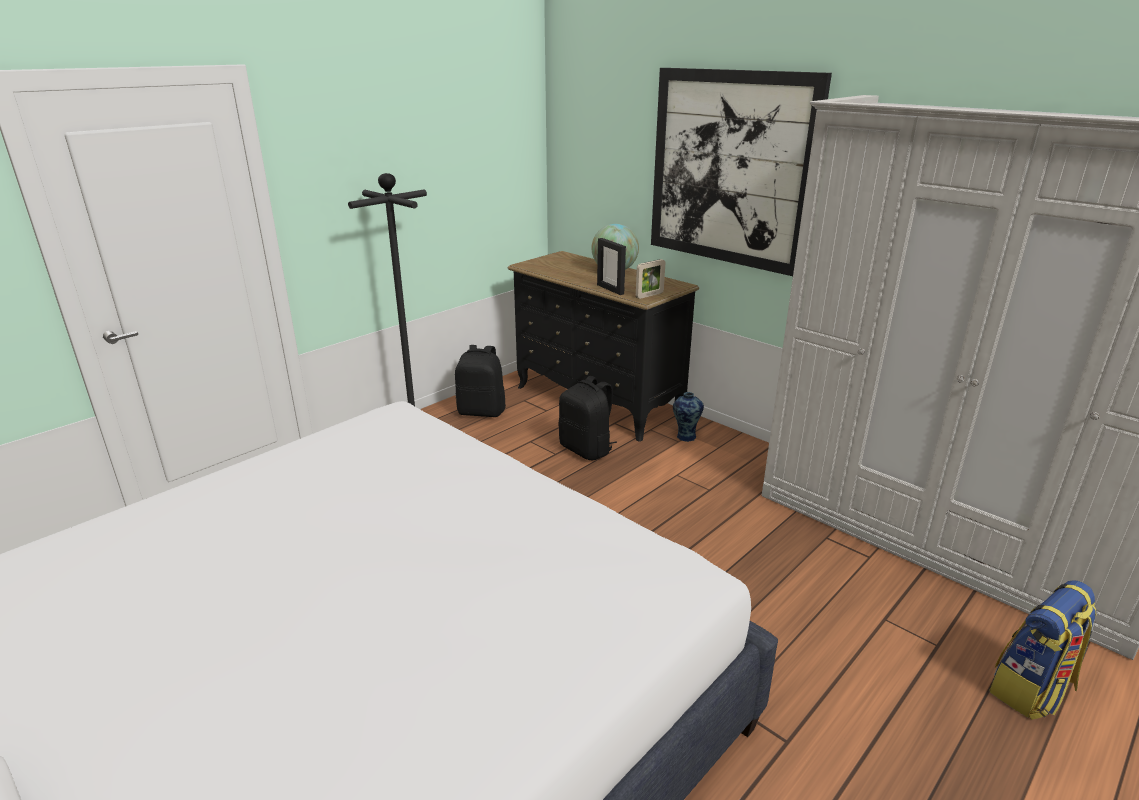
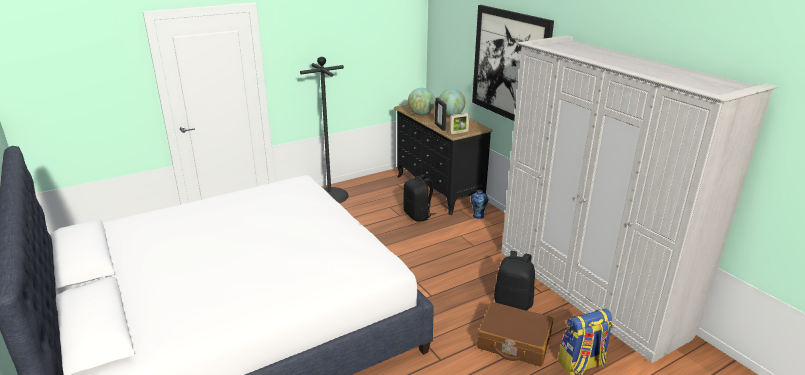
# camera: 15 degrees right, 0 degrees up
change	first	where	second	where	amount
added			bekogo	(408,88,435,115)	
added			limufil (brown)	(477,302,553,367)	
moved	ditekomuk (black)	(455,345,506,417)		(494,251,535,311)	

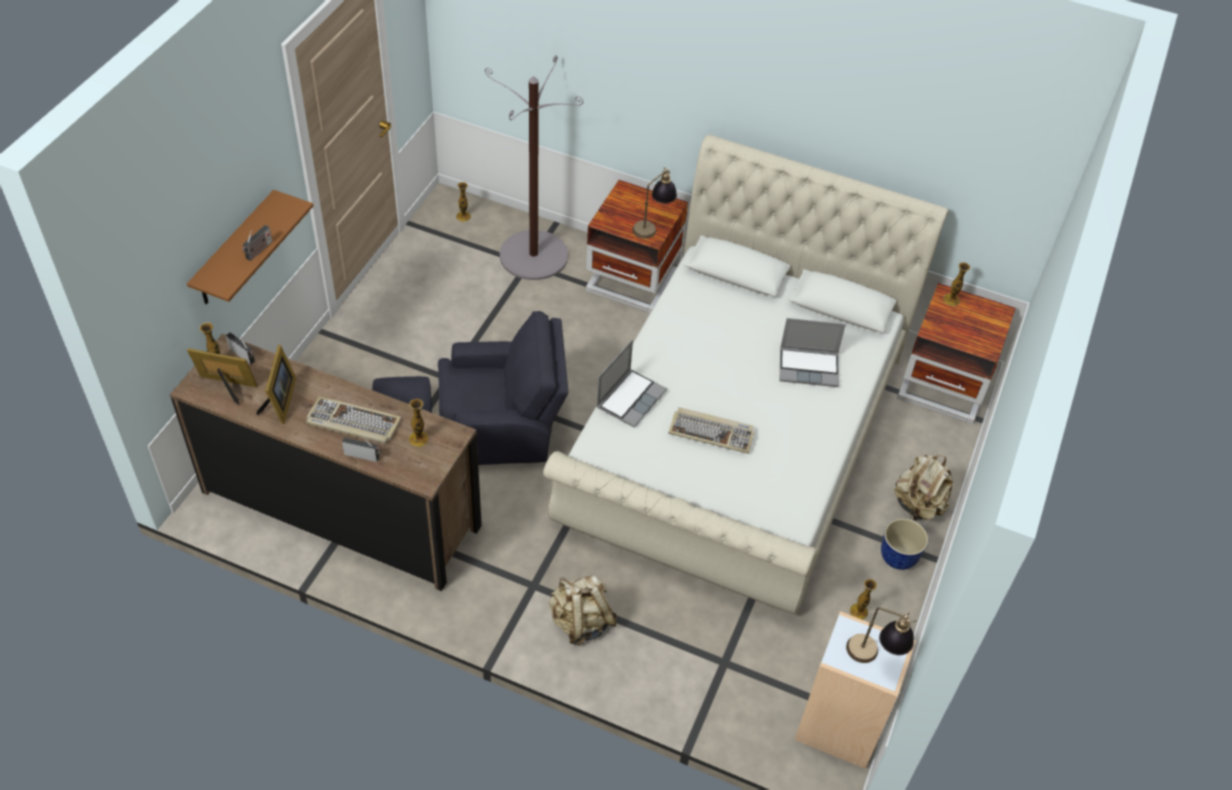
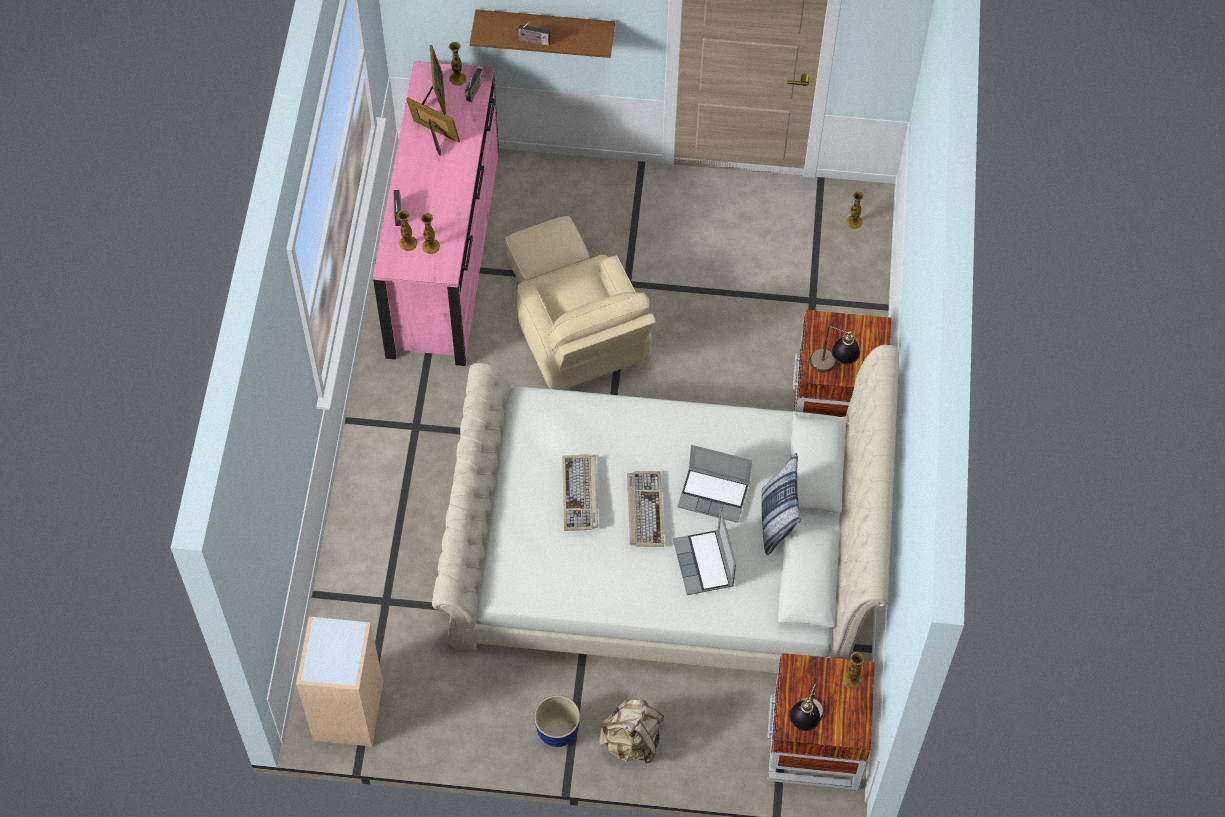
# camera: 75 degrees right, 10 degrees up
change	first	where	second	where	amount
recoloured	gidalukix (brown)	(170,334,482,591)	gidalukix (pink)	(373,61,499,366)	
moved	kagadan	(850,579,877,619)		(397,210,417,251)	
turned	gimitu	(257,345,296,424)		(406,97,460,155)	135 degrees counterclockwise
recoloured	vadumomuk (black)	(372,311,569,465)	vadumomuk (beige)	(505,216,656,390)	
moved	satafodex	(306,396,401,444)		(627,471,664,547)	
moved	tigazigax	(596,339,667,428)		(677,445,752,523)	
added			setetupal	(761,453,801,555)	
moved	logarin	(846,607,917,663)		(789,683,824,731)	
removed	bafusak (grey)	(485,55,583,280)			
removed	ditekomuk (beige)	(549,575,617,645)			

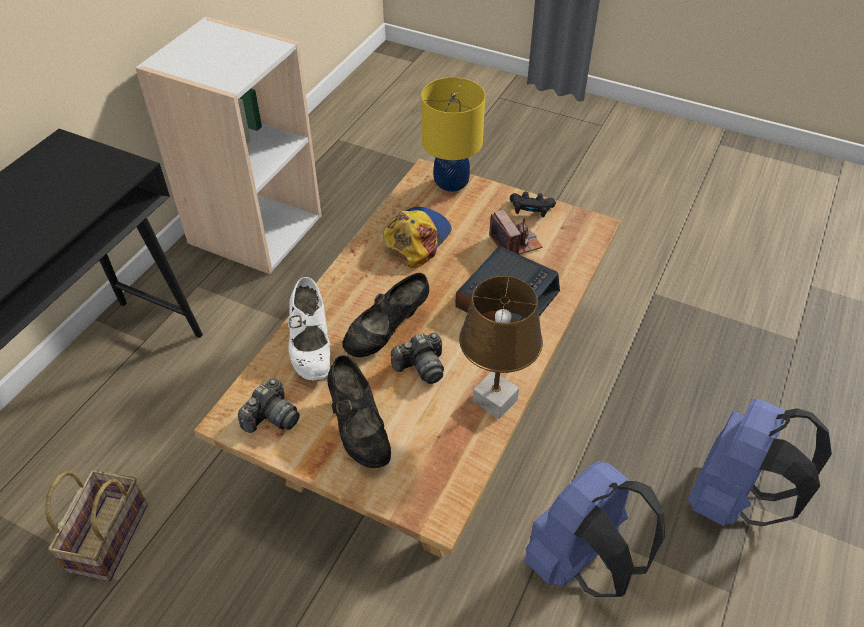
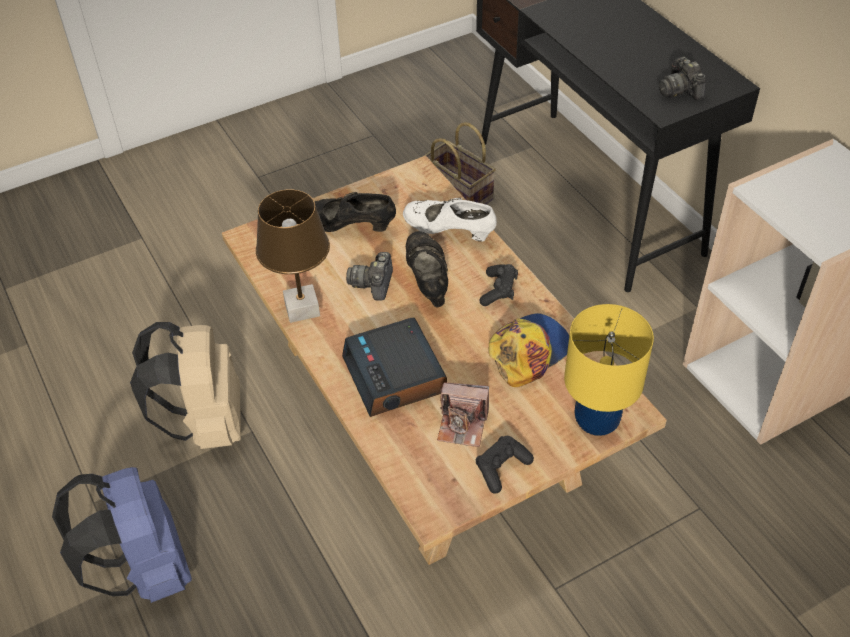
# camera: 125 degrees right, 0 degrees up
change	first	where	second	where	amount
recoloured	ditekomuk (blue)	(524,461,665,597)	ditekomuk (beige)	(130,322,241,449)	
added			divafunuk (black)	(480,264,518,306)	
turned	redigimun	(383,207,452,268)		(489,313,569,387)	105 degrees counterclockwise
moved	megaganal	(238,378,300,433)		(659,57,706,100)	

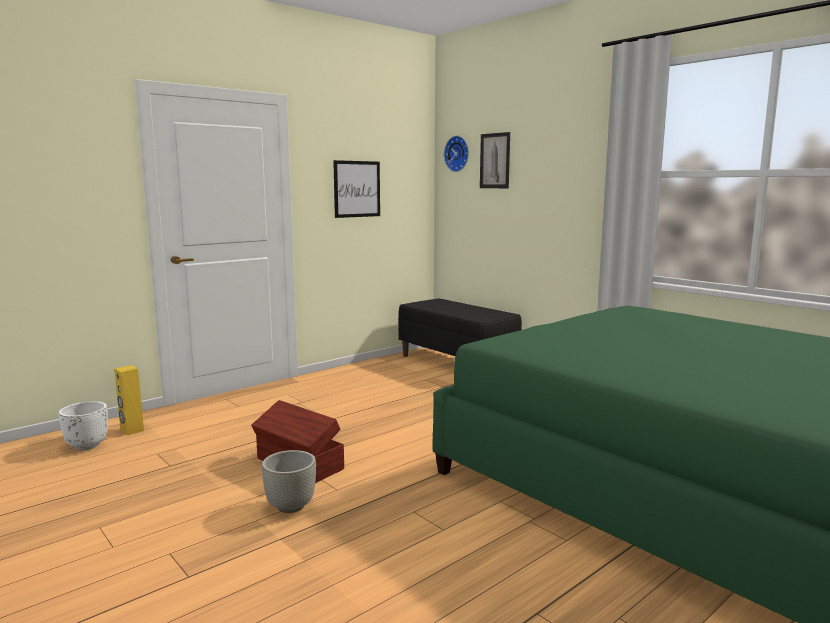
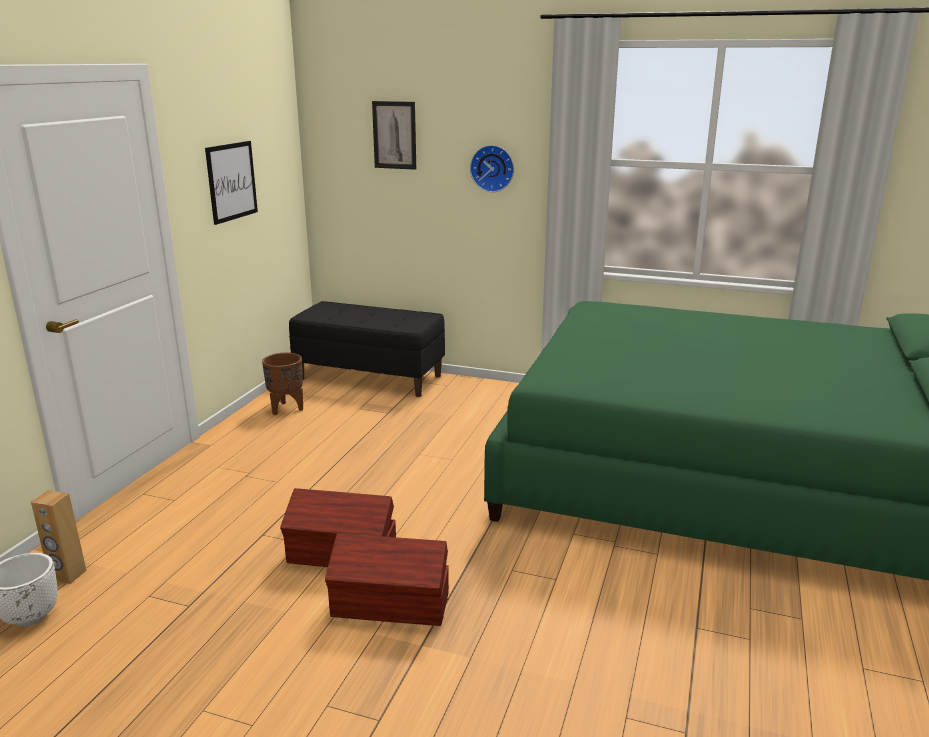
# camera: 30 degrees left, 10 degrees up
change	first	where	second	where	amount
recoloured	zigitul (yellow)	(114,365,144,435)	zigitul (brown)	(31,490,87,584)	
added			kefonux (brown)	(262,353,303,415)	
replaced	kefonux (grey)	(262,450,316,513)	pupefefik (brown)	(325,533,449,626)	
moved	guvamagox	(444,136,469,172)		(470,145,514,192)	

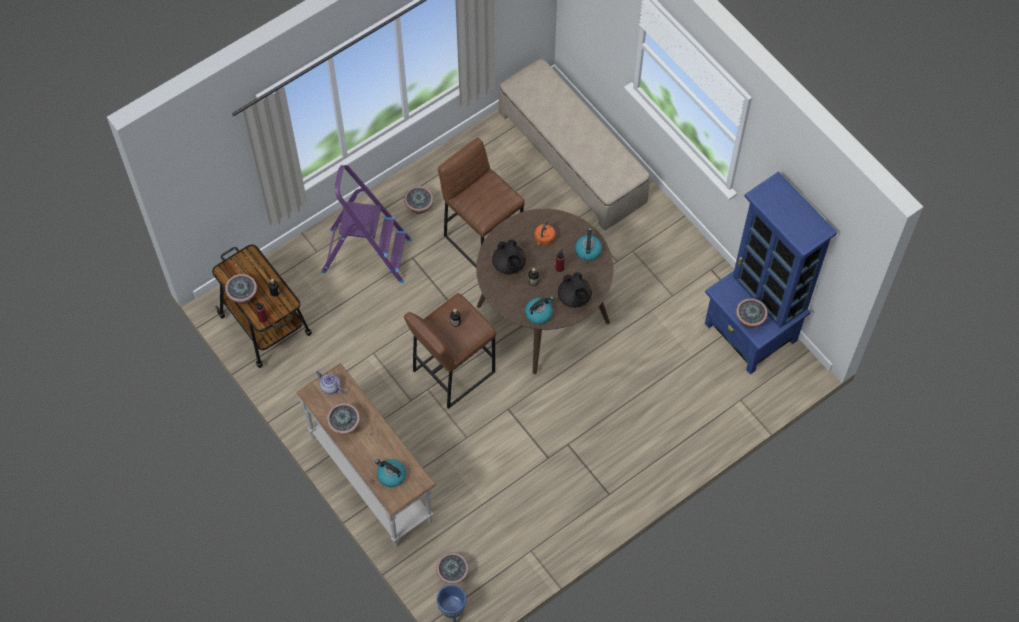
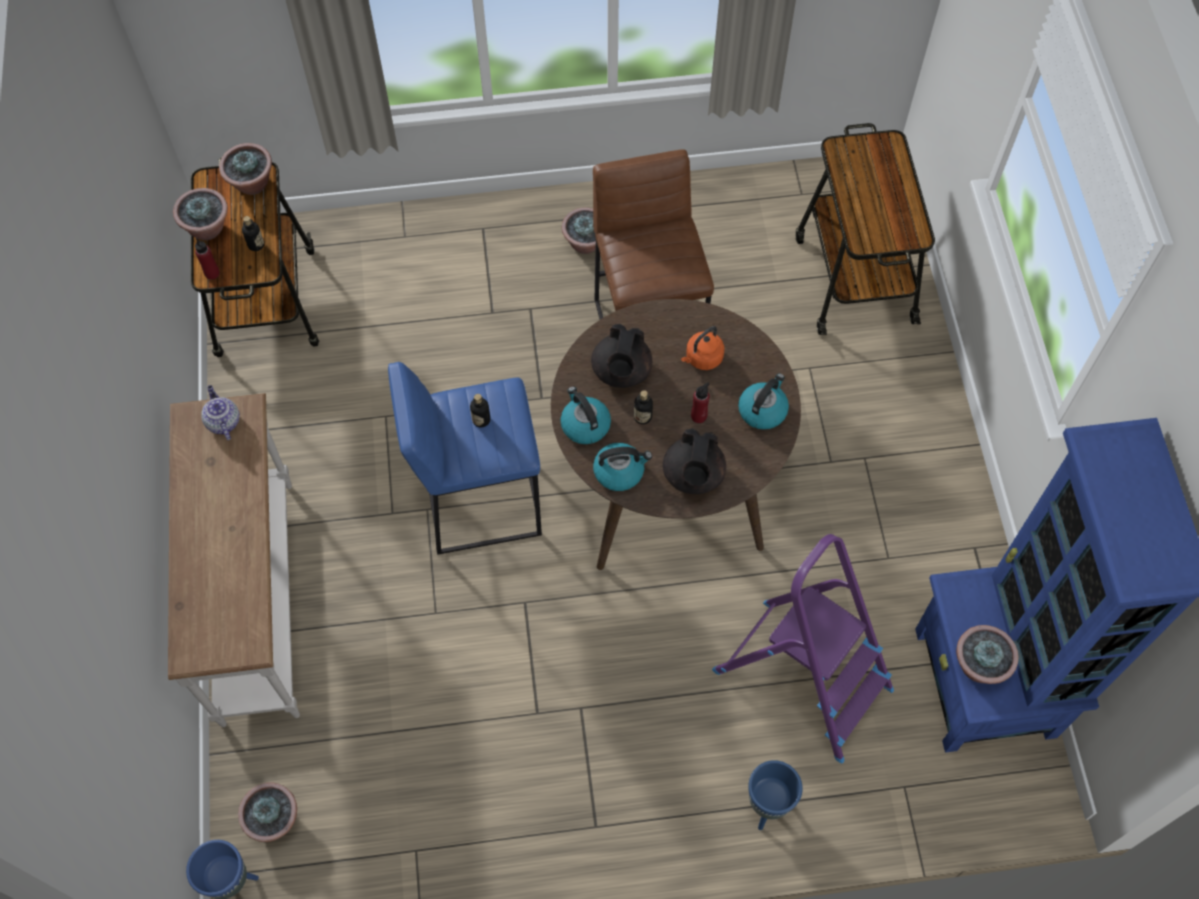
# camera: 30 degrees right, 0 degrees up
change	first	where	second	where	amount
moved	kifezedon	(327,403,360,434)		(219,143,272,195)	
recoloured	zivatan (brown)	(404,293,496,409)	zivatan (blue)	(388,362,542,555)	
moved	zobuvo	(375,459,406,487)		(560,386,611,444)	
moved	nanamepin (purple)	(321,165,412,283)		(712,534,894,763)	
added			kefonux (blue)	(748,760,803,830)	
replaced	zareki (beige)	(499,59,650,230)	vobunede	(796,123,935,335)	

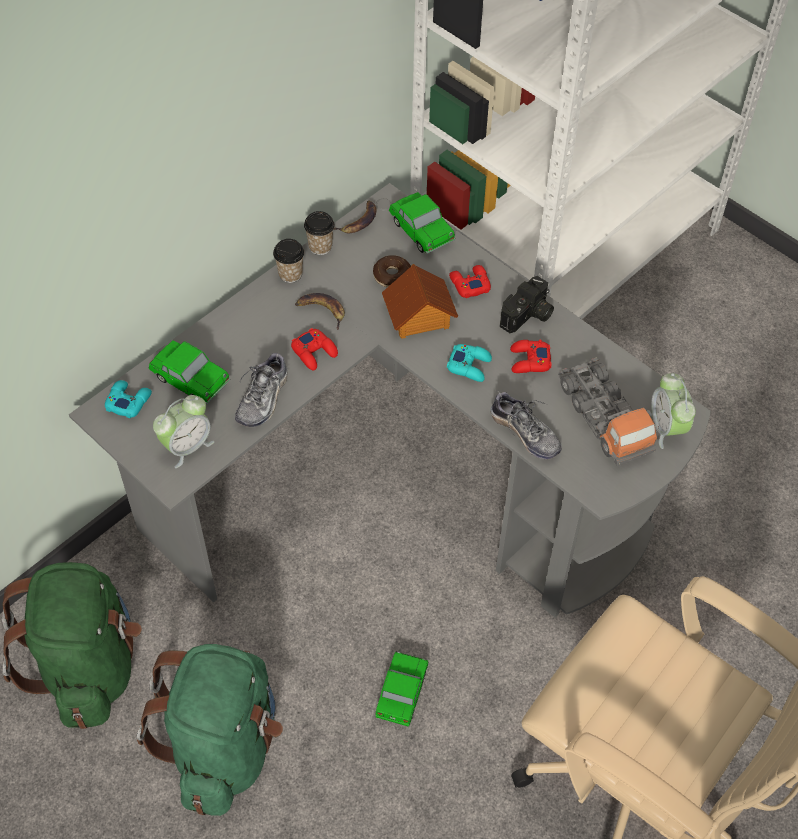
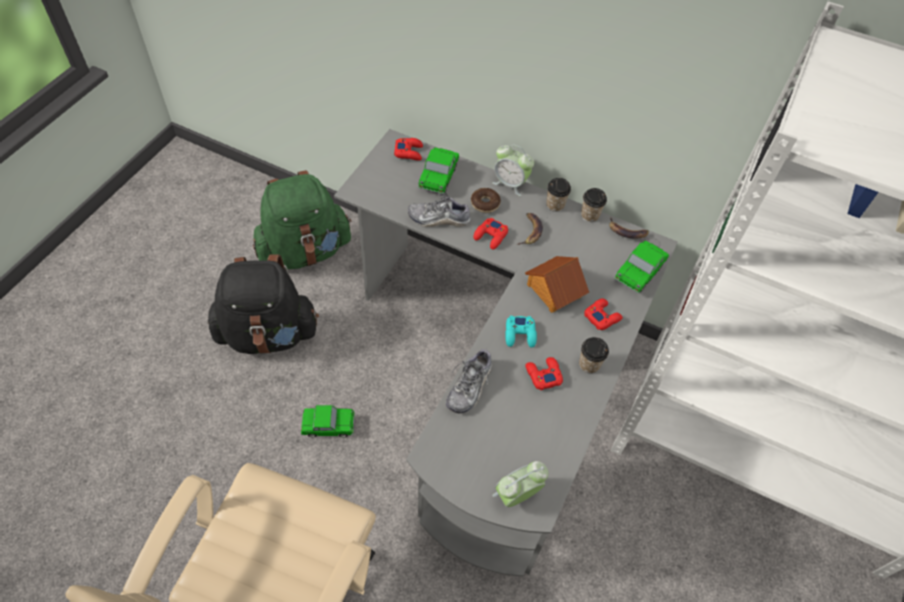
# camera: 70 degrees right, 0 degrees up
change	first	where	second	where	amount
recoloured	ditekomuk (green)	(136,644,283,816)	ditekomuk (black)	(208,254,319,354)	
recoloured	divafunuk (turquoise)	(105,380,152,418)	divafunuk (red)	(394,138,423,161)	
moved	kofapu	(373,255,411,287)		(471,188,501,213)	
moved	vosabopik	(153,395,215,468)		(492,145,534,196)	
replaced	megaganal	(500,276,554,333)	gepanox	(579,337,609,373)	
removed	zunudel	(559,357,659,466)			

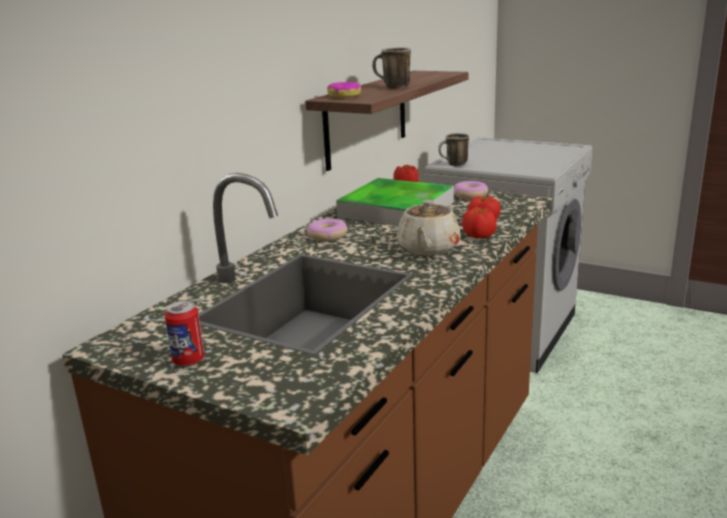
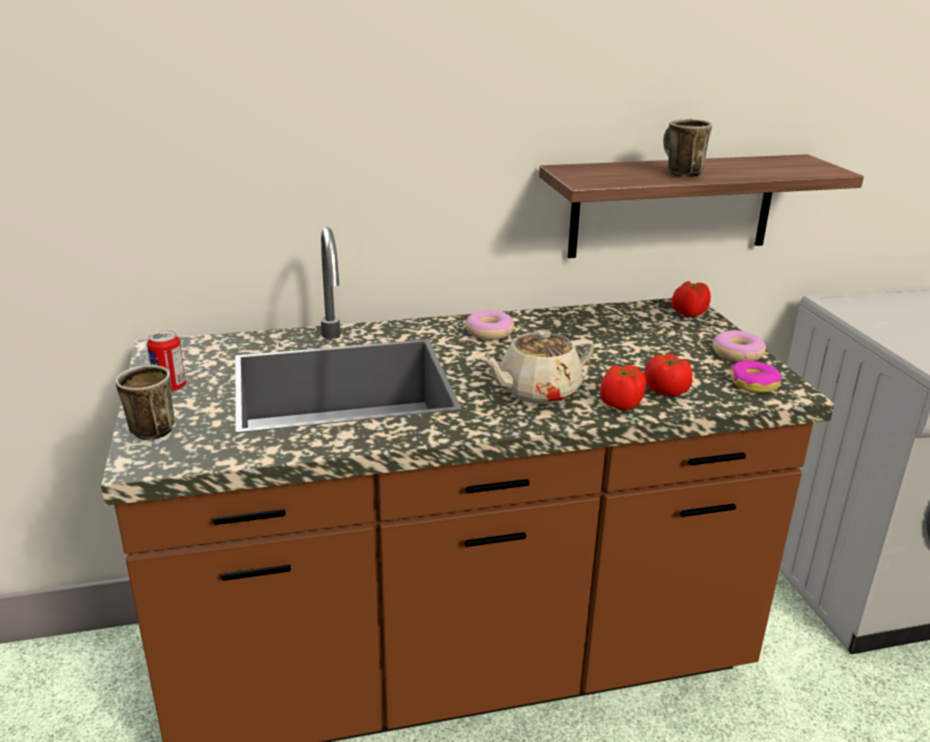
# camera: 45 degrees right, 5 degrees up
change	first	where	second	where	amount
moved	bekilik	(438,133,469,166)		(116,365,175,440)	
moved	kofapu	(327,82,361,98)		(731,361,781,393)	
removed	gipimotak	(336,178,454,226)			

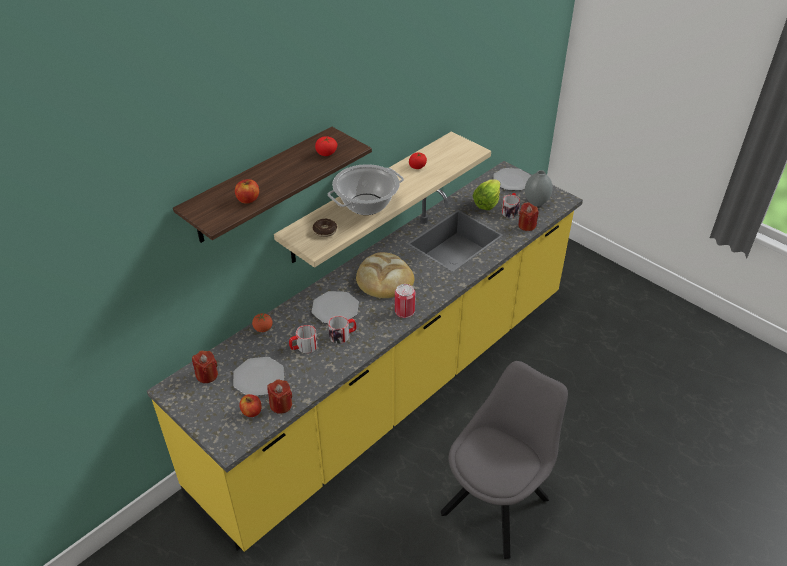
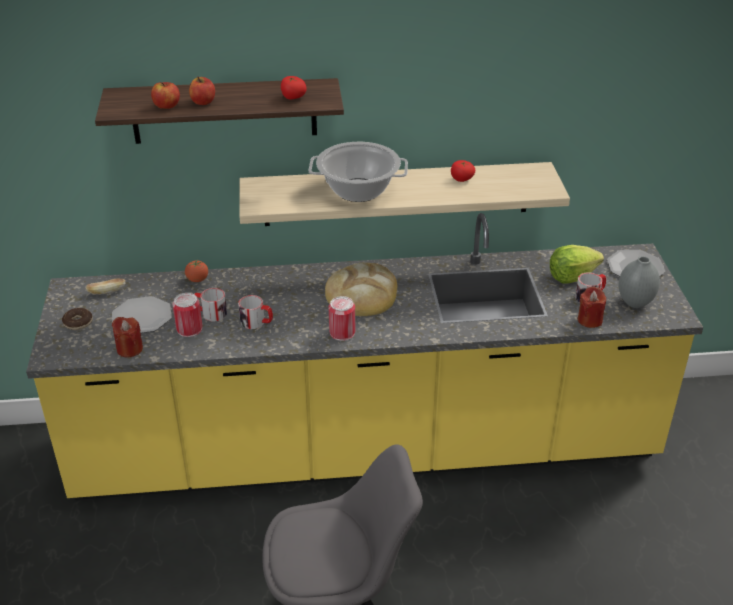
# camera: 40 degrees right, 5 degrees down
change	first	where	second	where	amount
moved	kofapu	(313,219,337,237)		(62,308,93,330)	
replaced	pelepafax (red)	(192,351,218,383)	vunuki	(85,278,126,294)	
added			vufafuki	(173,293,203,337)	
moved	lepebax	(239,394,262,417)		(189,76,215,105)	
removed	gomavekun	(312,291,359,323)			

